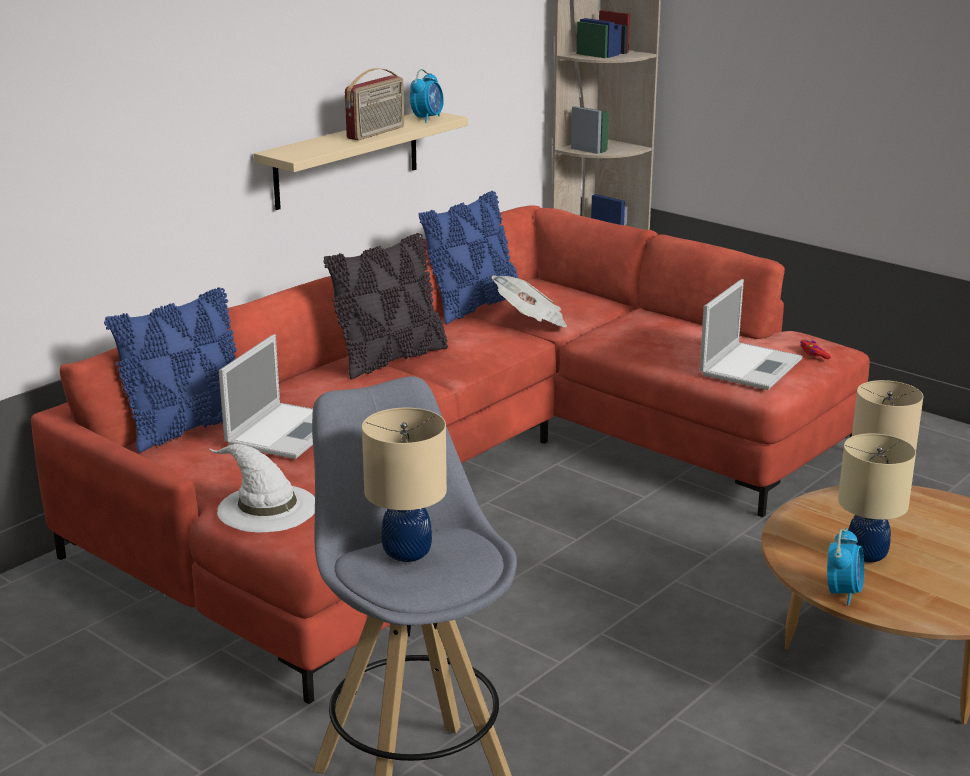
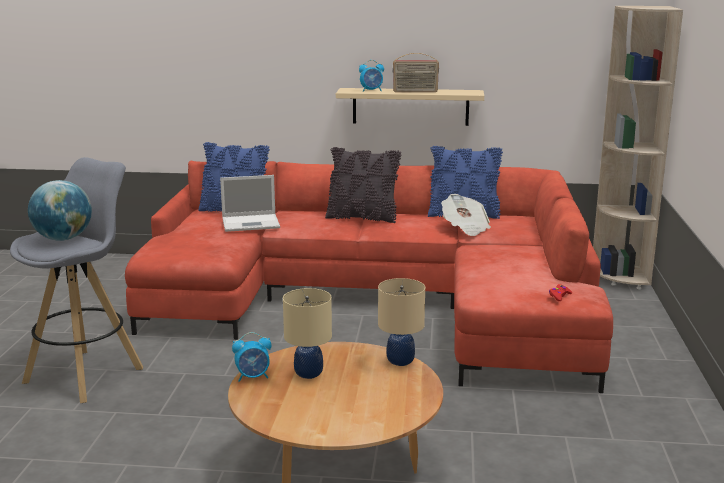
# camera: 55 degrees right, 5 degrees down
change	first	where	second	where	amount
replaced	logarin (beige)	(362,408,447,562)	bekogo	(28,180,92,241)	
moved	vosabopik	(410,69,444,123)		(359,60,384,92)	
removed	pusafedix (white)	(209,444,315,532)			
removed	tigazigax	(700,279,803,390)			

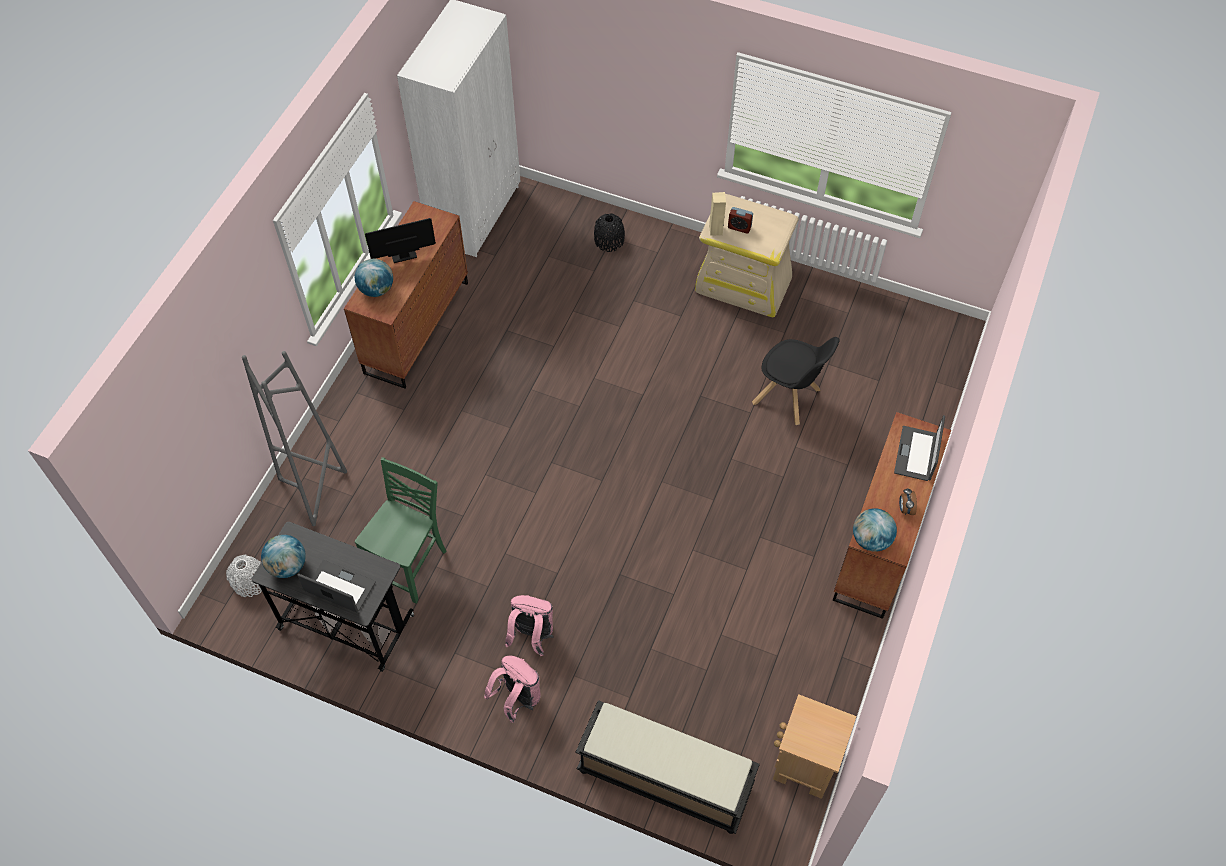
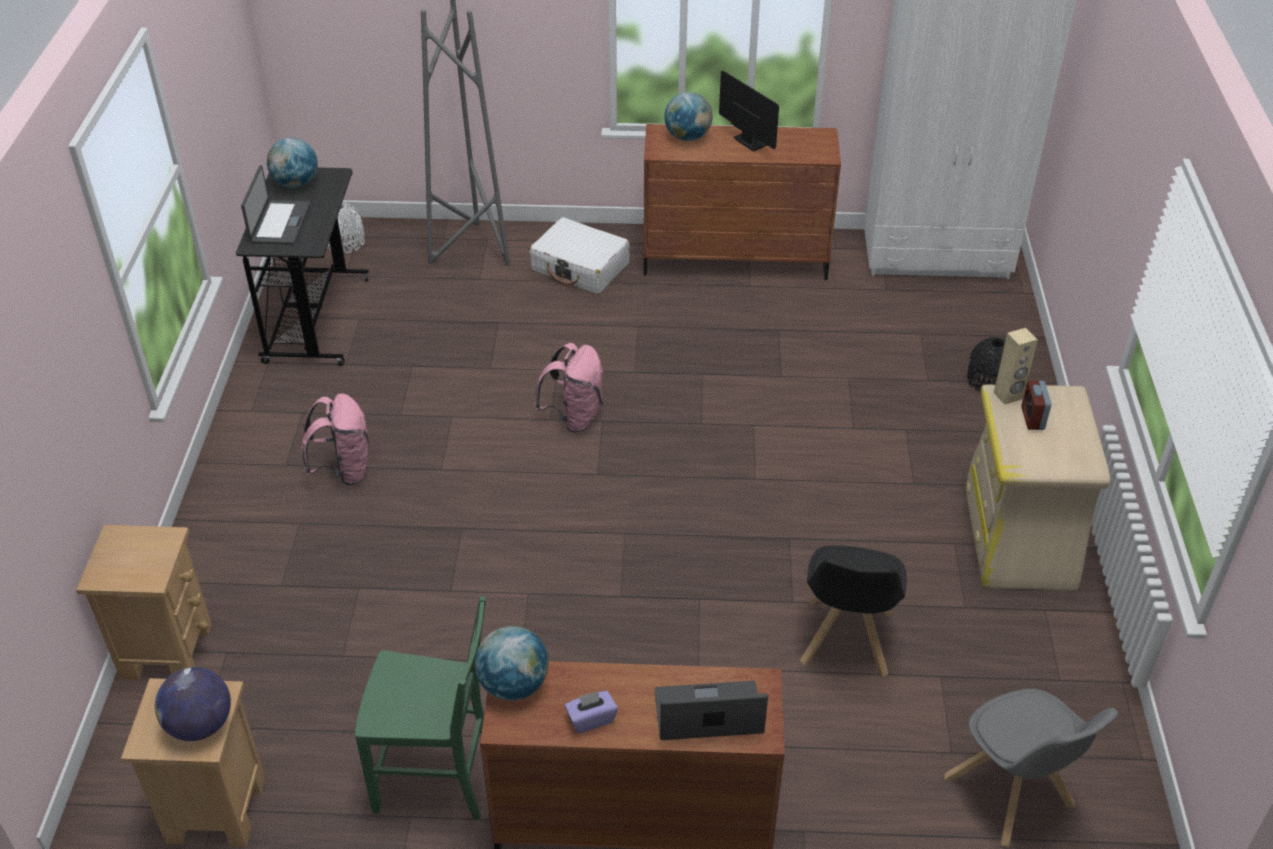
# camera: 70 degrees right, 15 degrees down
change	first	where	second	where	amount
replaced	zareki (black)	(575,700,760,834)	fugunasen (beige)	(76,525,212,680)	
added			bekogo	(155,667,231,741)	
moved	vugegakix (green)	(355,457,447,603)		(355,596,486,820)	
added			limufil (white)	(529,217,630,294)	
moved	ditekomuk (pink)	(484,656,540,723)		(534,343,603,433)	
replaced	vosabopik	(899,488,917,515)	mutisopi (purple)	(565,691,618,733)	
added			vugegakix (grey)	(944,689,1118,847)	

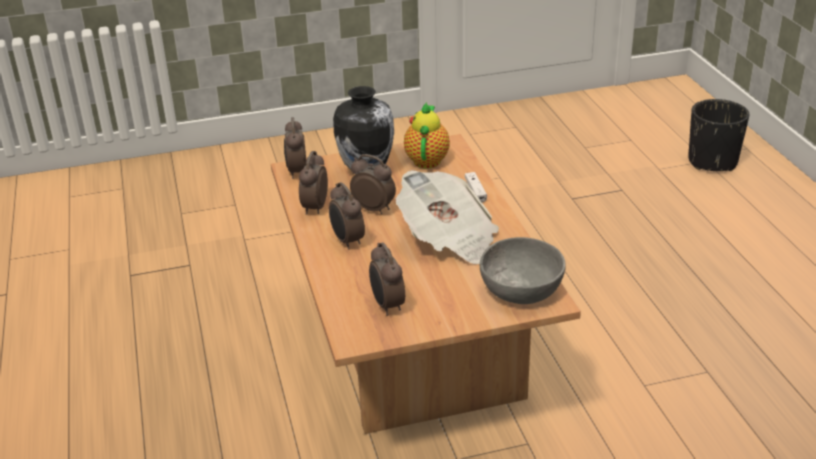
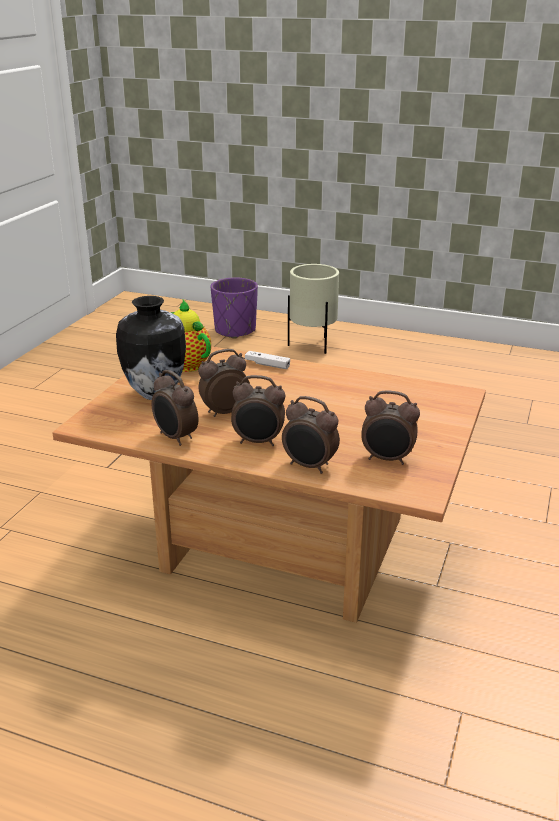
# camera: 55 degrees left, 5 degrees down
change	first	where	second	where	amount
recoloured	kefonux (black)	(688,99,749,171)	kefonux (purple)	(211,278,258,339)	
moved	vosabopik	(284,117,306,179)		(282,396,340,474)	
added			kefonux (beige)	(288,264,339,354)	
removed	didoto	(396,170,499,264)			
removed	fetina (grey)	(480,237,566,304)			

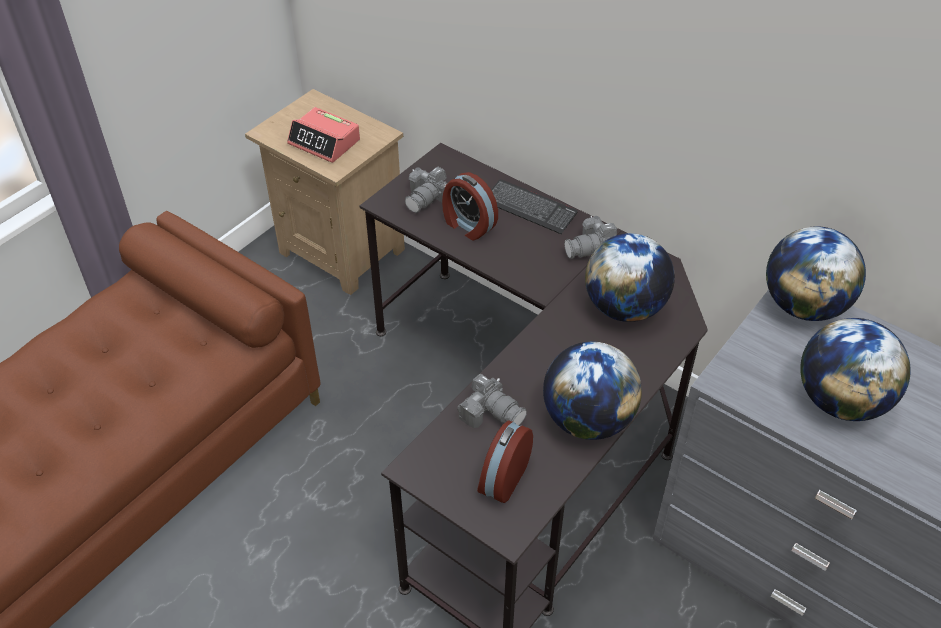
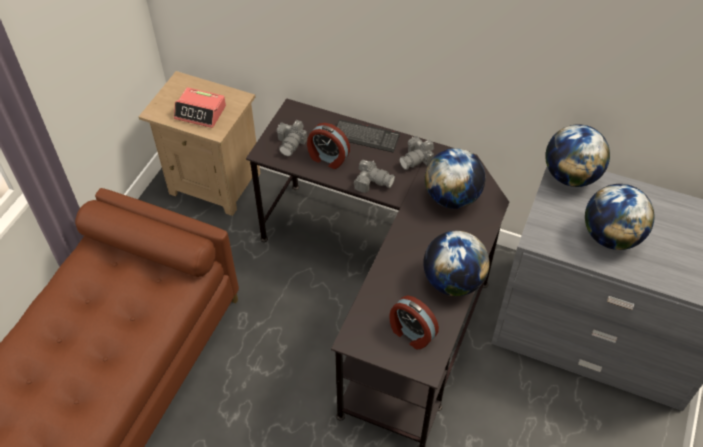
# camera: 15 degrees left, 5 degrees up
change	first	where	second	where	amount
moved	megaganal	(457,374,527,428)		(354,160,395,193)	
turned	vosabopik	(477,421,533,503)		(389,295,439,349)	60 degrees counterclockwise

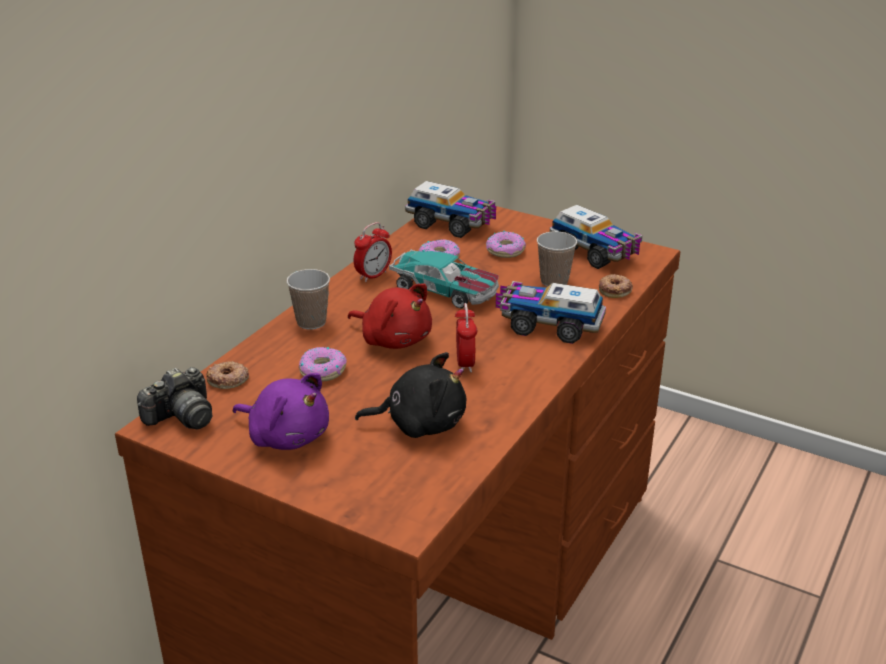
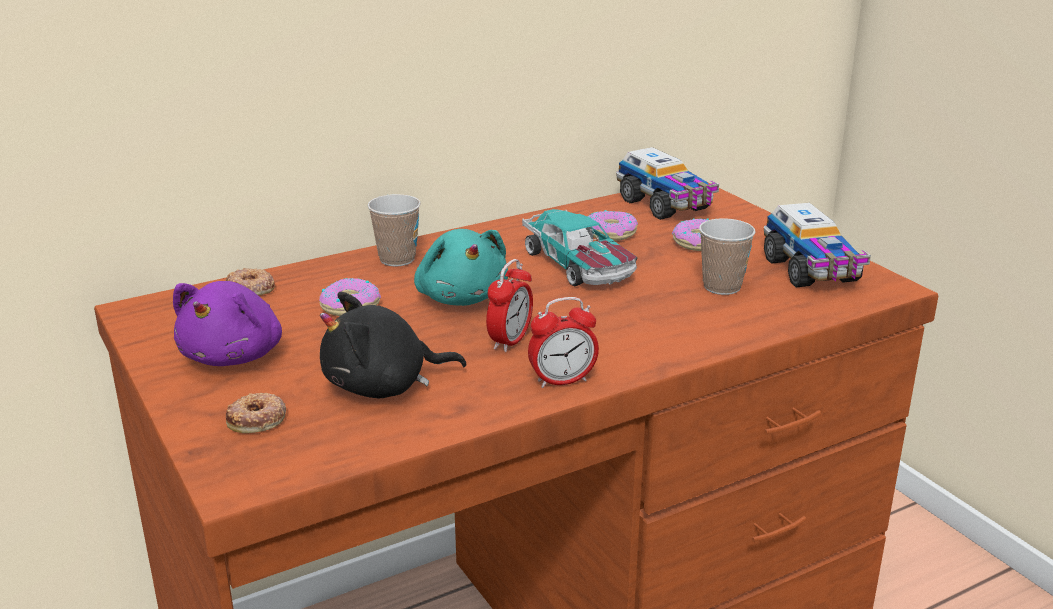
# camera: 30 degrees right, 5 degrees down
change	first	where	second	where	amount
turned	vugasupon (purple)	(233,373,329,450)		(173,281,282,366)	45 degrees clockwise
moved	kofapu	(599,274,633,298)		(226,393,286,433)	
turned	vugasupon (black)	(355,352,466,438)		(320,292,466,398)	135 degrees clockwise
recoloured	vugasupon (red)	(348,283,432,349)	vugasupon (turquoise)	(414,229,508,306)	
moved	vosabopik	(354,222,392,282)		(528,297,599,388)	
removed	megaganal	(137,367,212,429)			
removed	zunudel	(496,281,606,344)			

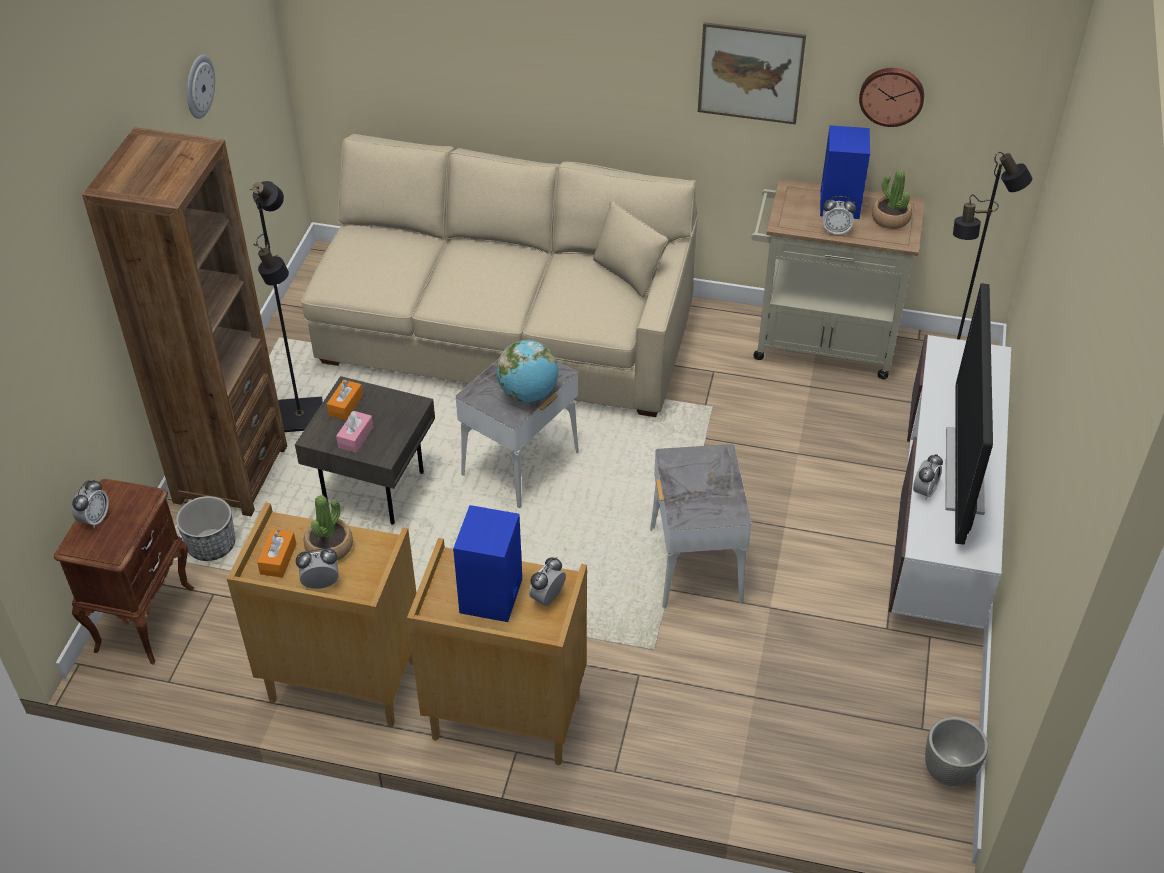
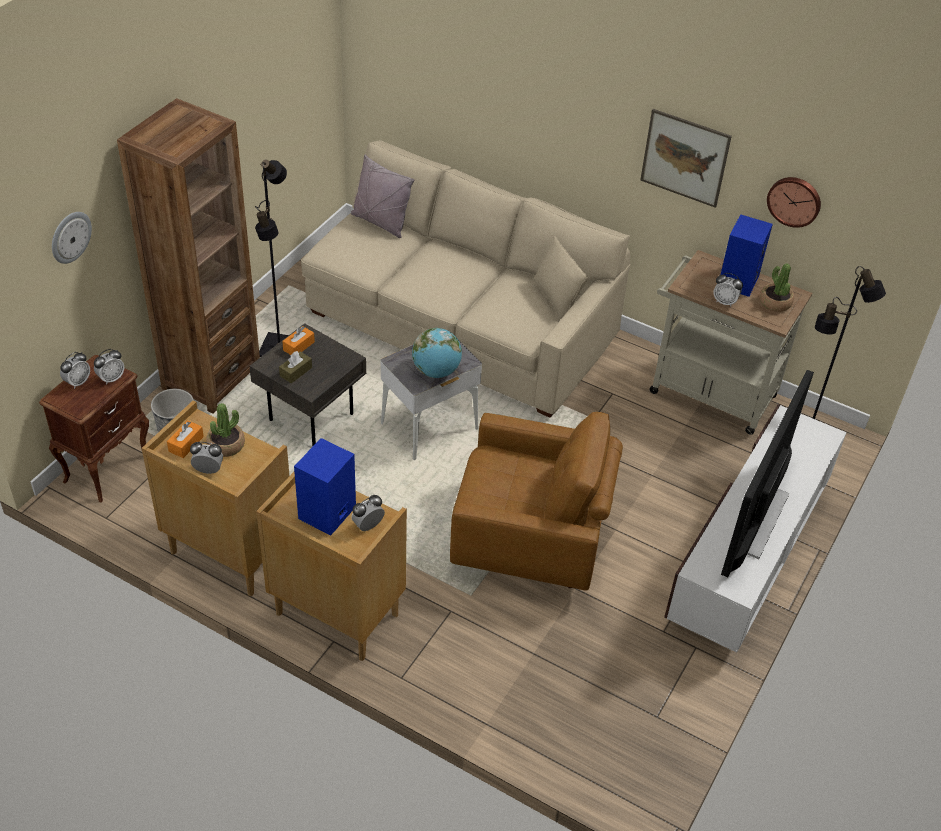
# camera: 15 degrees right, 0 degrees up
change	first	where	second	where	amount
moved	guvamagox	(187,55,215,119)		(52,212,92,264)	
moved	vosabopik	(913,454,943,500)		(94,349,124,385)	
recoloured	mutisopi (pink)	(336,411,373,453)	mutisopi (brown)	(279,351,312,383)	
added			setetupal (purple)	(351,155,414,238)	
replaced	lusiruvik	(650,444,752,608)	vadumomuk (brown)	(450,412,623,591)	
removed	kefonux (grey)	(925,717,988,786)			

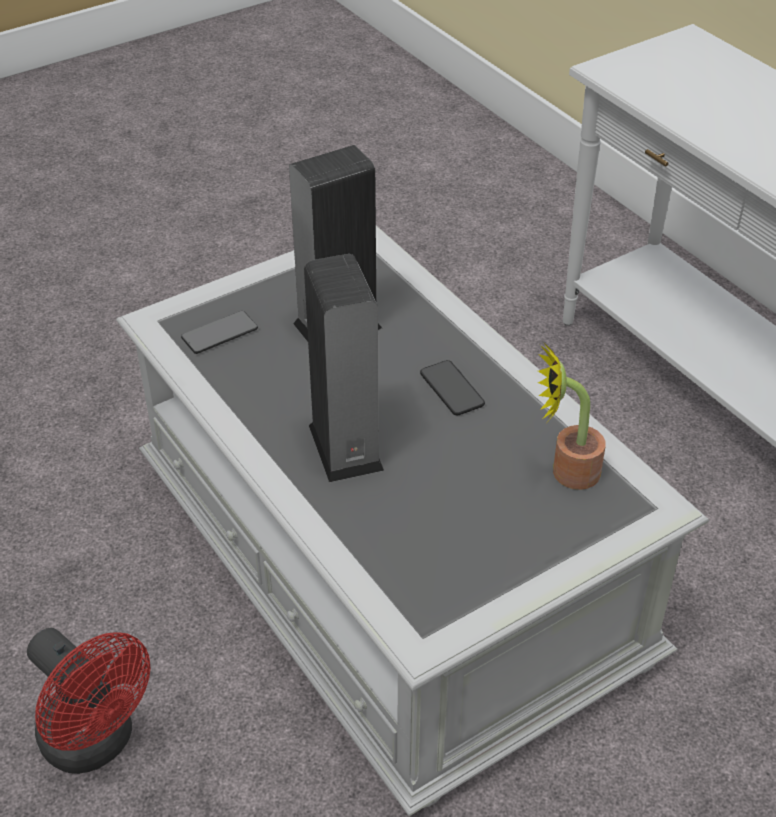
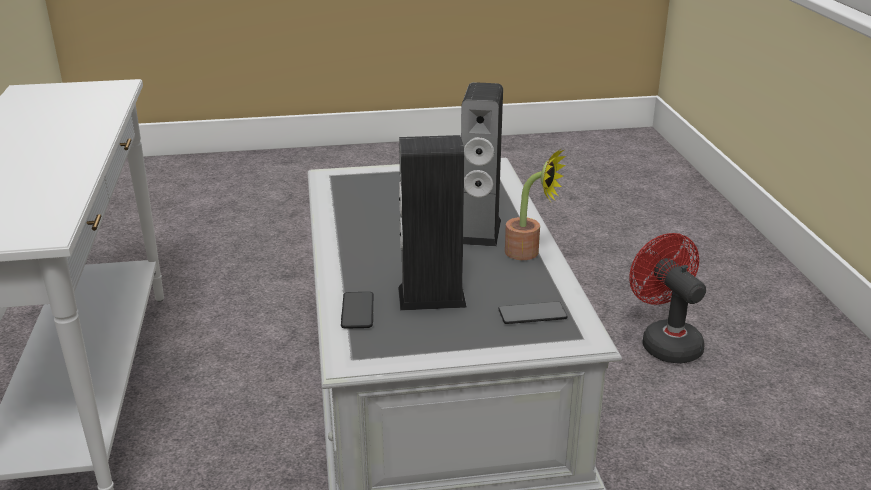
# camera: 155 degrees left, 15 degrees down
change	first	where	second	where	amount
moved	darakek	(420,360,485,415)		(341,292,374,329)	
moved	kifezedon	(538,340,606,490)		(505,149,566,260)	

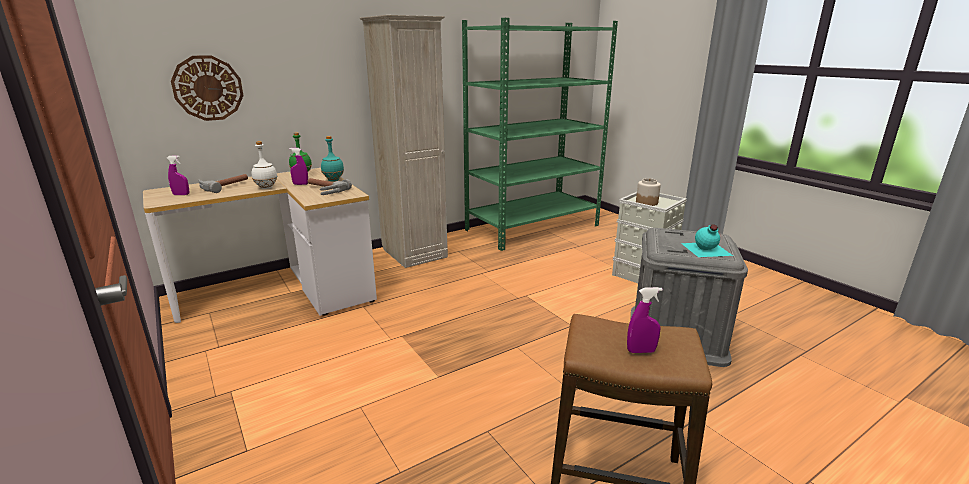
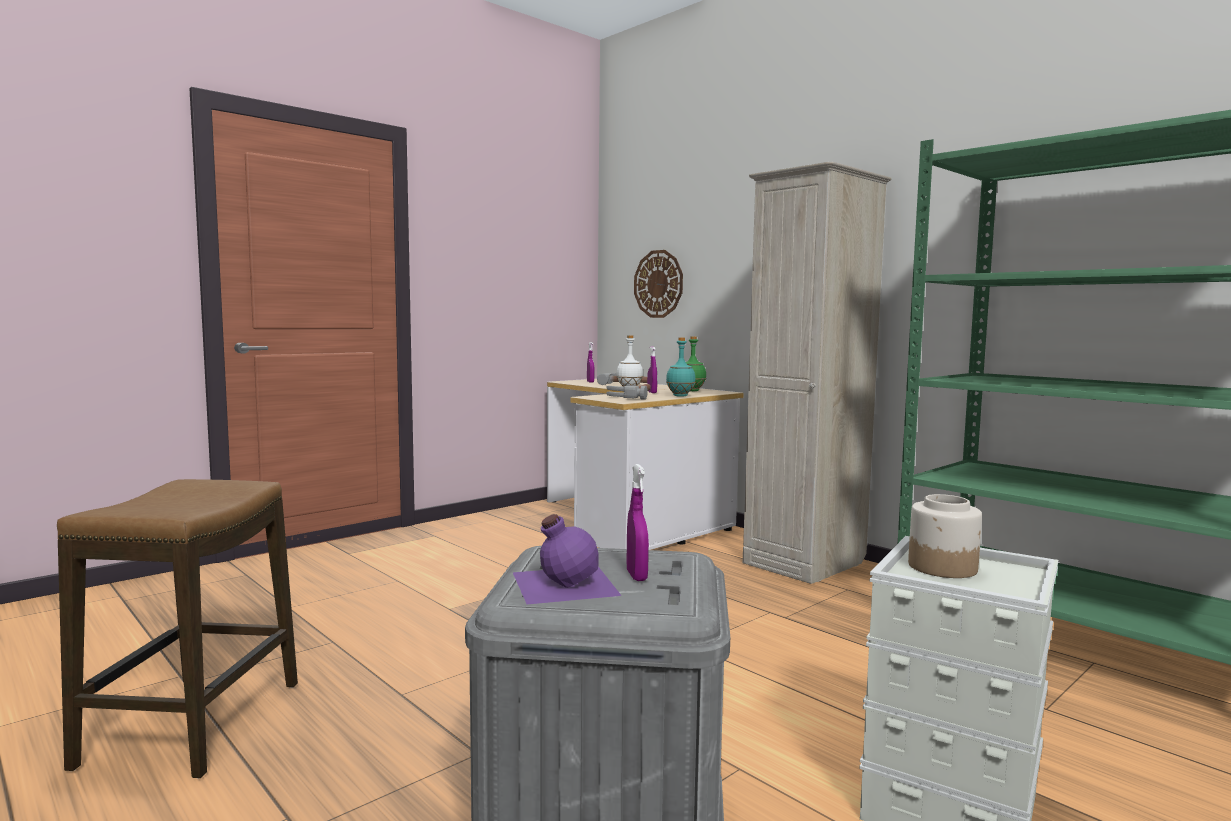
# camera: 80 degrees right, 15 degrees down
change	first	where	second	where	amount
recoloured	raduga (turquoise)	(681,224,733,257)	raduga (purple)	(513,514,622,604)	
moved	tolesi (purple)	(627,287,663,353)		(627,464,649,581)	

